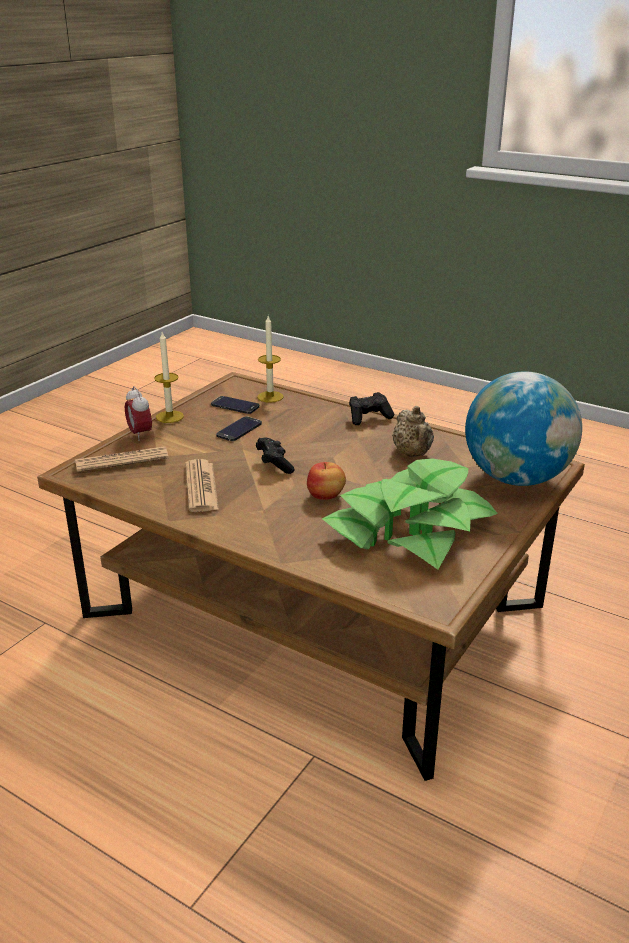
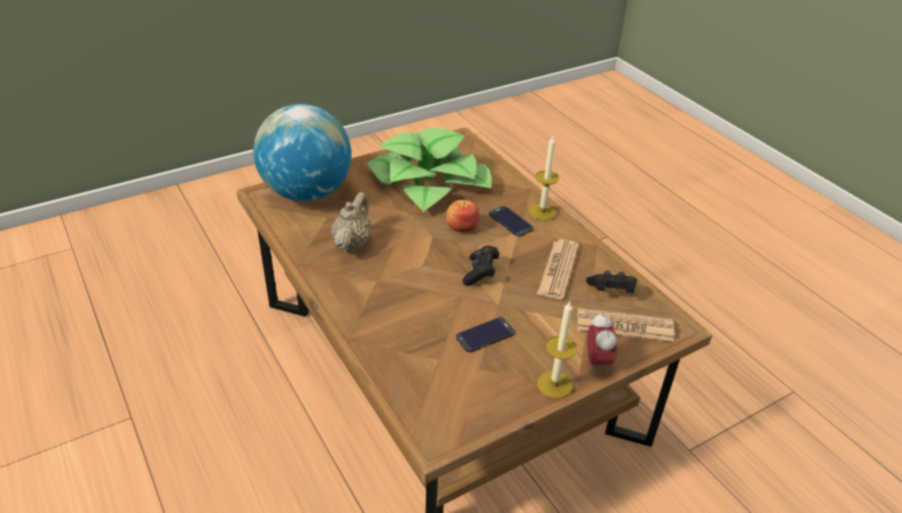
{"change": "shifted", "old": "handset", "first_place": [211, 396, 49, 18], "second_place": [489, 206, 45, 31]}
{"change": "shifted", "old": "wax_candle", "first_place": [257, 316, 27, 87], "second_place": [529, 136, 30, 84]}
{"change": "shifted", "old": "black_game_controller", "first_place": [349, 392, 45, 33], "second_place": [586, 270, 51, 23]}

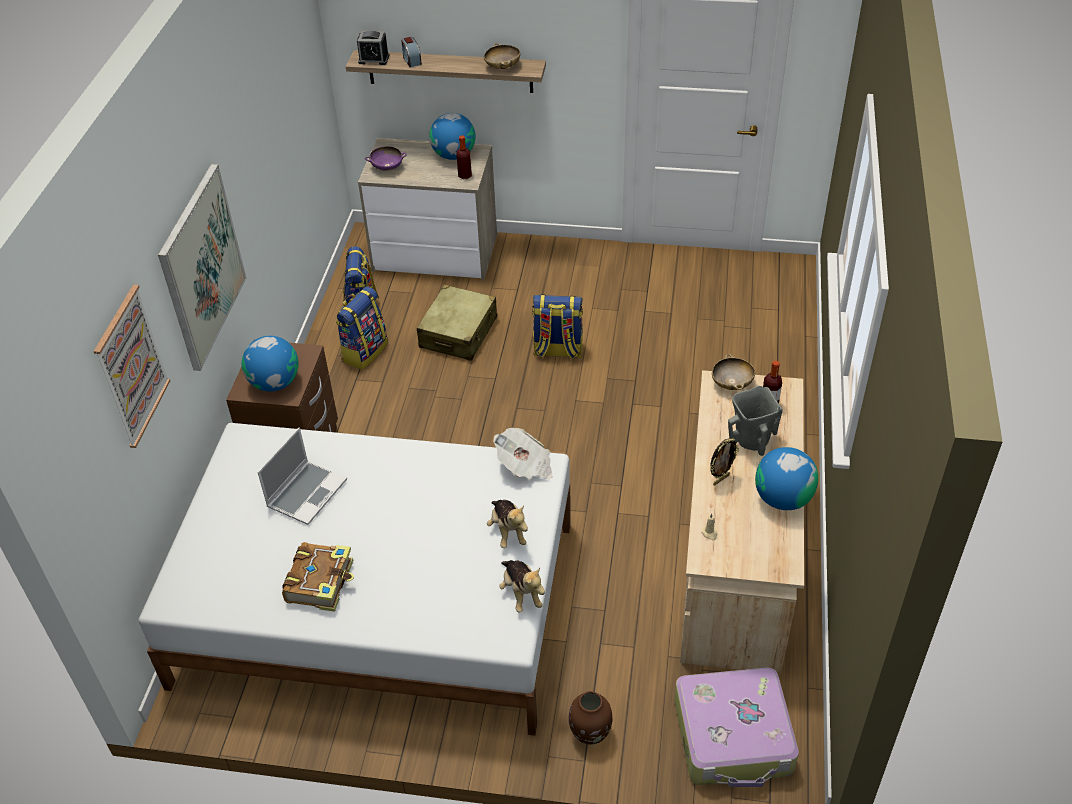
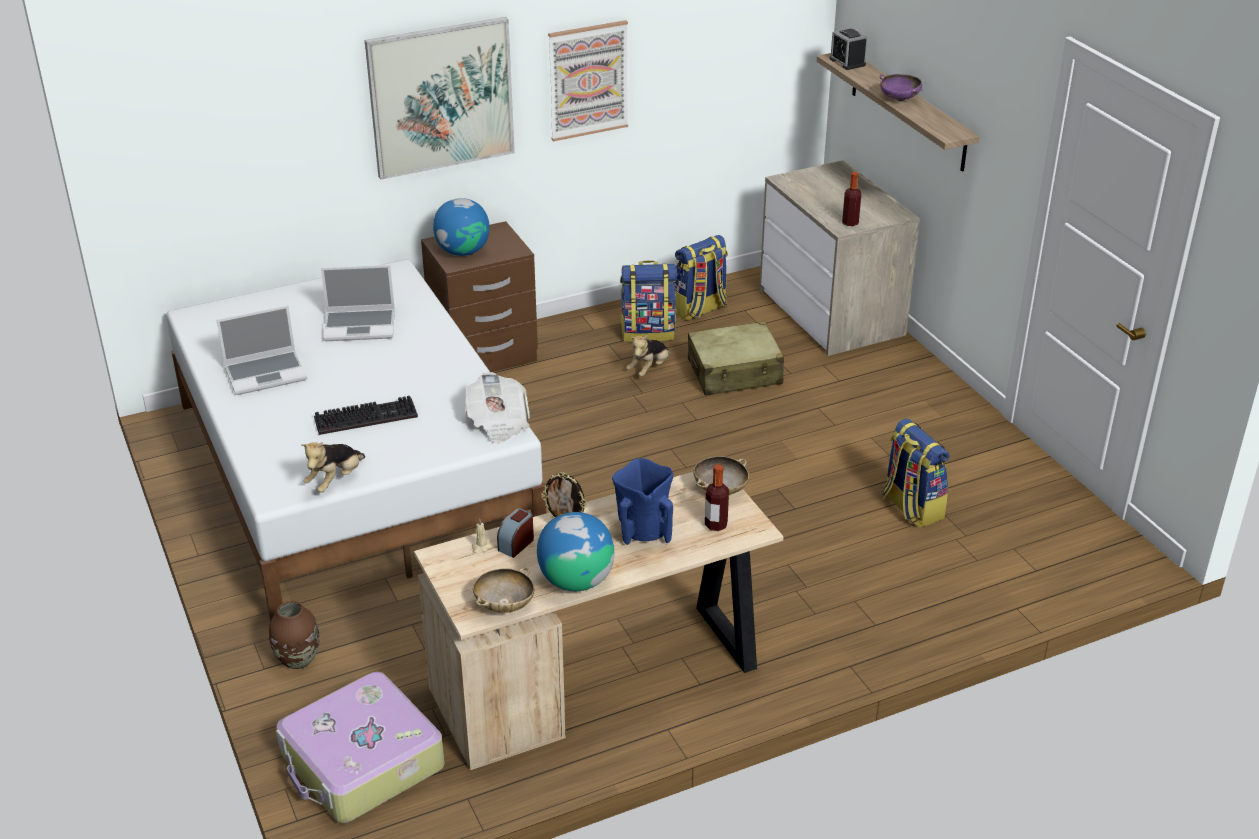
{"change": "gone", "old": "world_globe", "first_place": [429, 113, 46, 47]}
{"change": "new", "new": "computer_keyboard", "second_place": [314, 396, 104, 39]}
{"change": "shifted", "old": "picture", "first_place": [93, 284, 77, 164], "second_place": [548, 20, 80, 121]}
{"change": "shifted", "old": "purplish_bowl", "first_place": [365, 146, 42, 25], "second_place": [880, 74, 42, 27]}
{"change": "shifted", "old": "bedside_clock", "first_place": [401, 37, 21, 30], "second_place": [497, 509, 37, 49]}
{"change": "shifted", "old": "beige_bowl", "first_place": [484, 43, 36, 26], "second_place": [473, 567, 61, 45]}
{"change": "shifted", "old": "cuddly_toy", "first_place": [487, 500, 41, 48], "second_place": [626, 336, 44, 41]}
{"change": "shifted", "old": "rucksack", "first_place": [532, 294, 51, 65], "second_place": [882, 418, 68, 110]}
{"change": "swapped", "old": "volume", "new": "portable_computer", "first_place": [282, 542, 72, 70], "second_place": [217, 305, 90, 90]}
{"change": "repainted", "old": "gray_decorative_vase", "new": "blue-coloured_decorative_vase", "first_place": [728, 386, 55, 70], "second_place": [612, 458, 61, 87]}

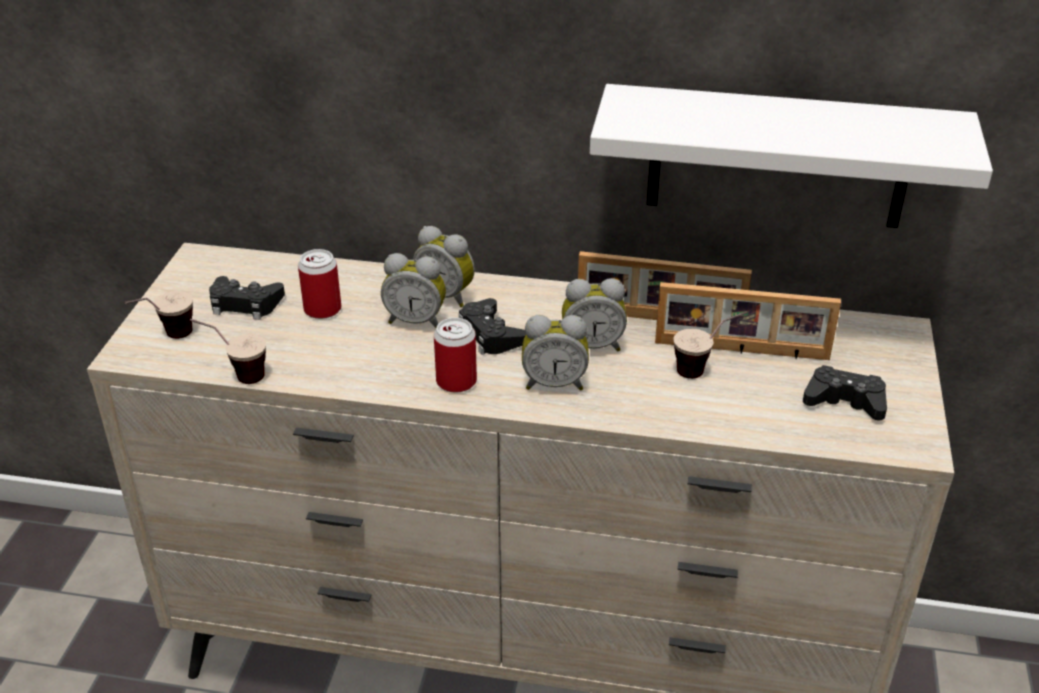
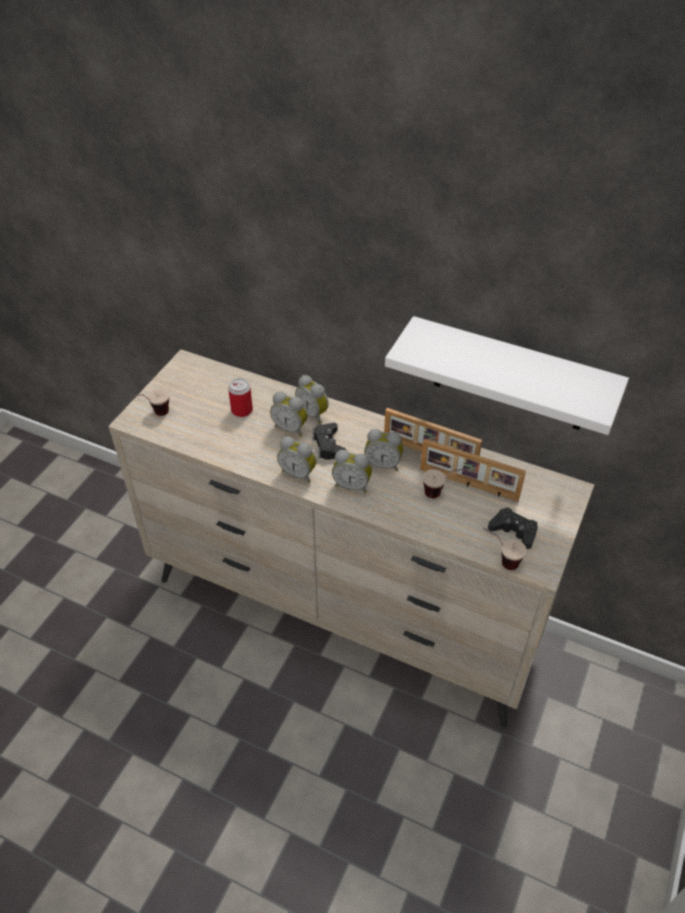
{"change": "gone", "old": "black_game_controller", "first_place": [209, 276, 76, 44]}
{"change": "shifted", "old": "small_cup", "first_place": [190, 319, 76, 65], "second_place": [483, 528, 44, 42]}
{"change": "swapped", "old": "metal_can", "new": "bedside_clock", "first_place": [434, 318, 43, 75], "second_place": [277, 436, 39, 47]}

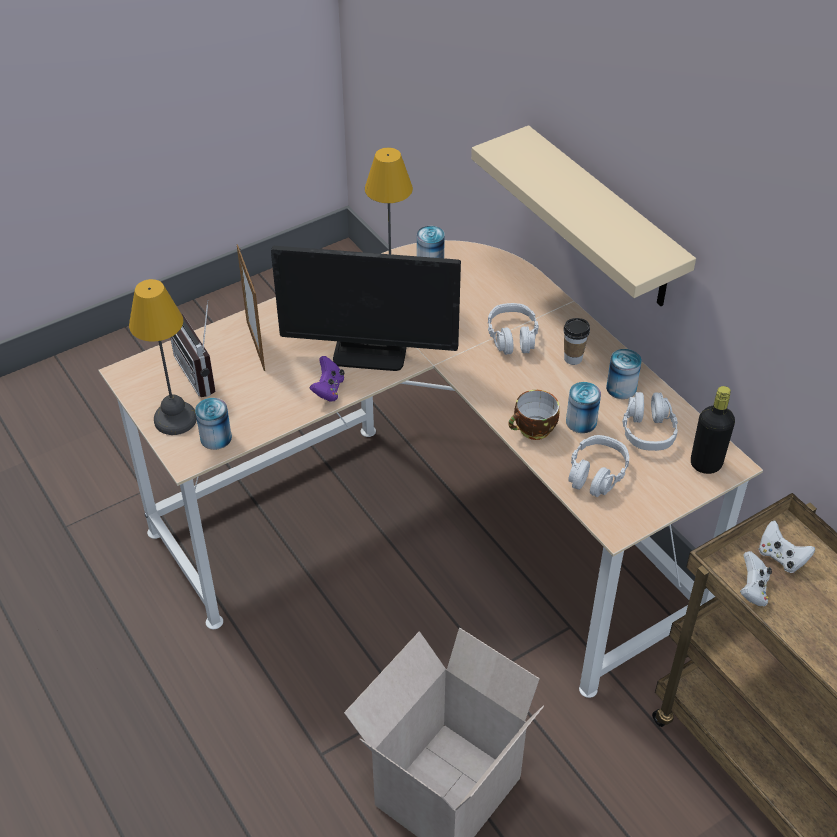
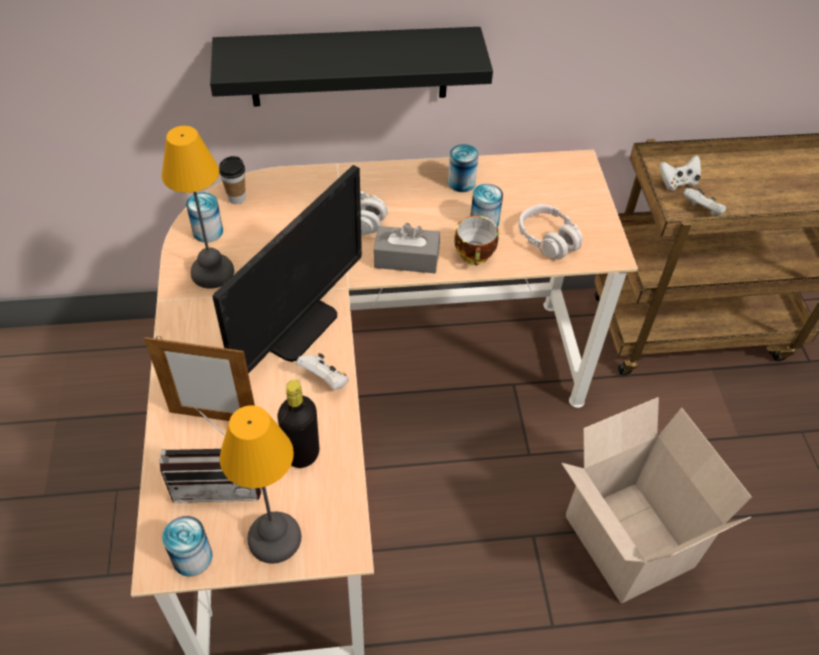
{"change": "gone", "old": "gray_headphones", "first_place": [622, 392, 56, 59]}
{"change": "new", "new": "gray_tissue_holder", "second_place": [373, 223, 67, 50]}
{"change": "shifted", "old": "metal_can", "first_place": [195, 398, 37, 52], "second_place": [162, 516, 50, 60]}
{"change": "shifted", "old": "small_cup", "first_place": [563, 318, 27, 47], "second_place": [219, 156, 27, 48]}
{"change": "shifted", "old": "black_beverage_bottle", "first_place": [691, 386, 44, 88], "second_place": [278, 380, 41, 88]}
{"change": "repainted", "old": "purplish_game_controller", "new": "whitish_game_controller", "first_place": [310, 356, 35, 46], "second_place": [296, 353, 53, 37]}
{"change": "repainted", "old": "beige_bracket_shelf", "new": "black_bracket_shelf", "first_place": [471, 125, 225, 181], "second_place": [210, 27, 283, 80]}

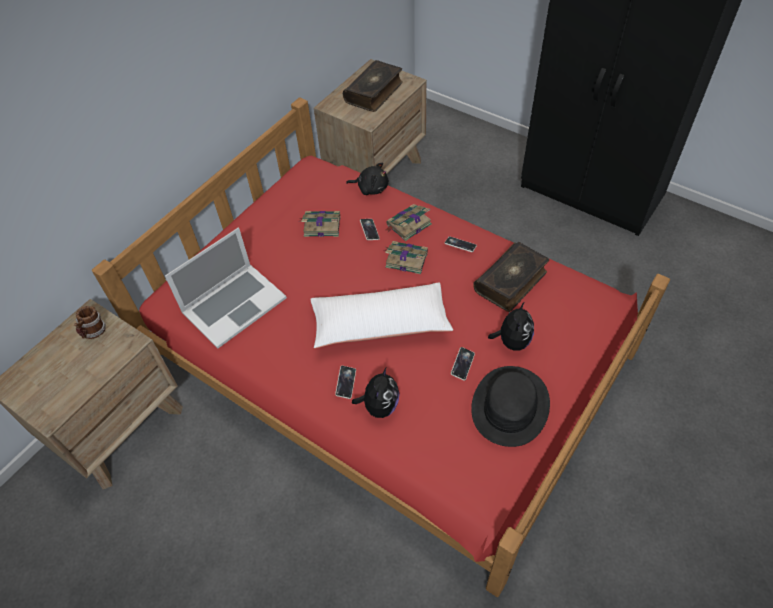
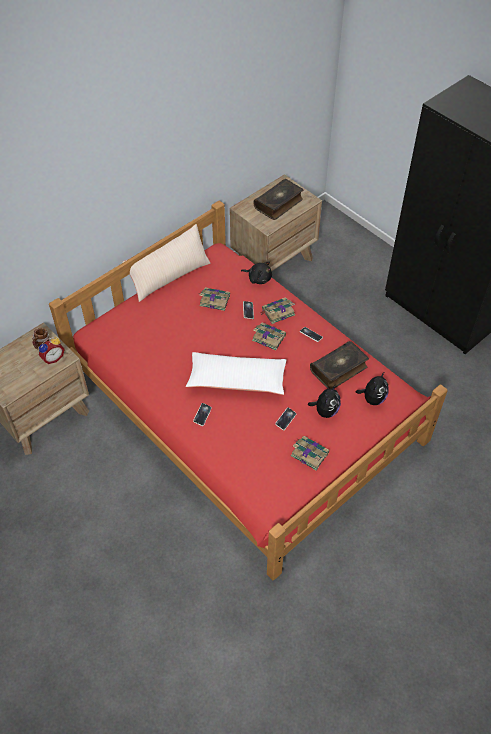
{"change": "gone", "old": "portable_computer", "first_place": [165, 227, 122, 121]}
{"change": "new", "new": "bedside_clock", "second_place": [39, 337, 26, 27]}
{"change": "new", "new": "beige_throw_pillow", "second_place": [123, 224, 87, 78]}
{"change": "shifted", "old": "cuddly_toy", "first_place": [352, 368, 48, 50], "second_place": [356, 373, 33, 32]}
{"change": "swapped", "old": "black_hat", "new": "volume", "first_place": [471, 366, 79, 81], "second_place": [291, 436, 38, 34]}

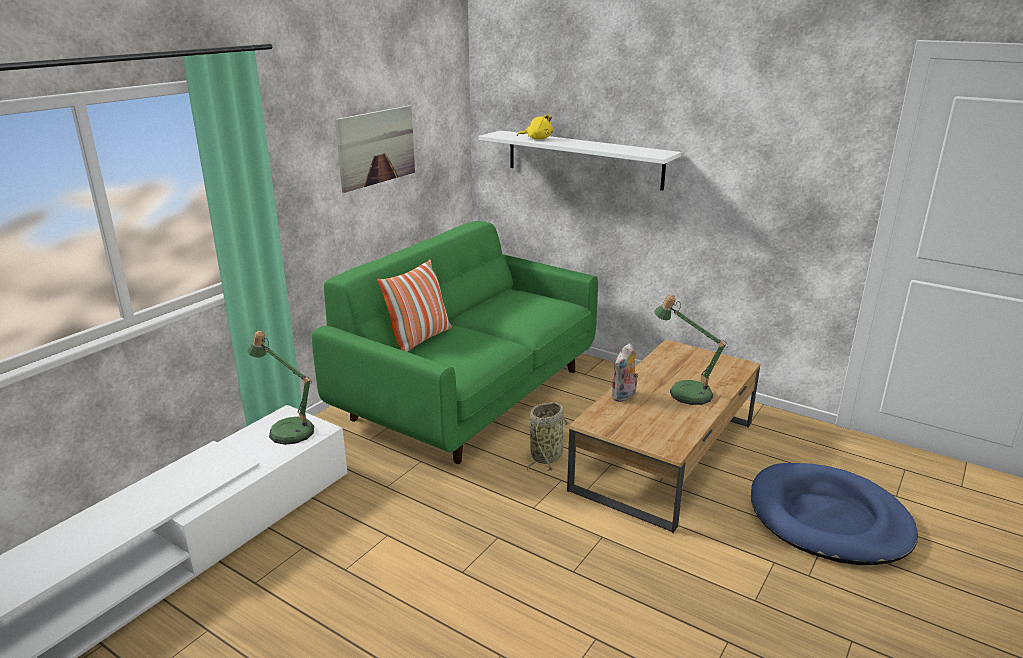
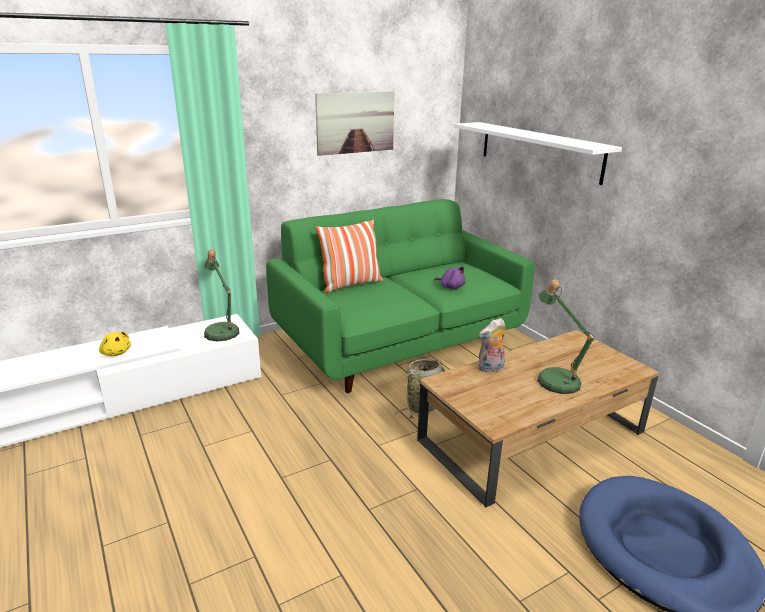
{"change": "new", "new": "purplish_cuddly_toy", "second_place": [434, 267, 31, 22]}
{"change": "shifted", "old": "yellow_cuddly_toy", "first_place": [517, 115, 36, 25], "second_place": [99, 331, 32, 25]}

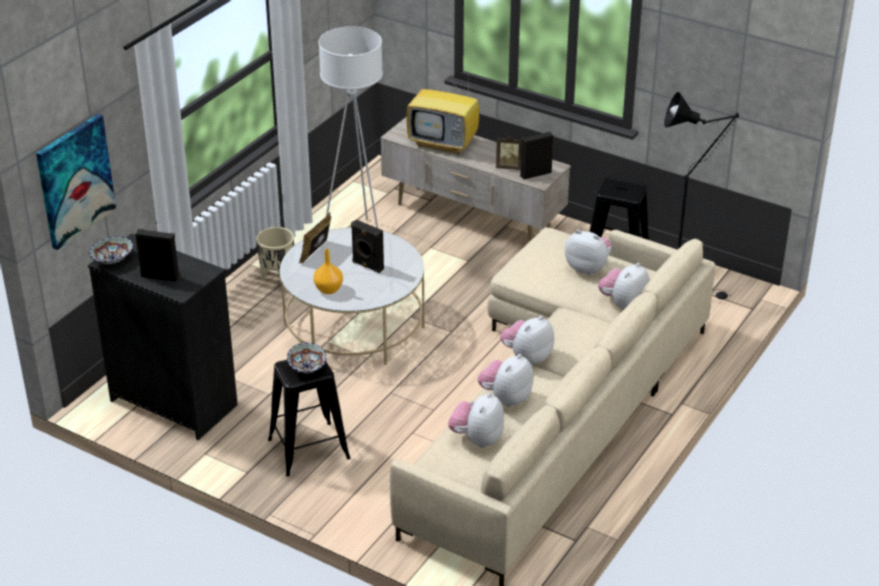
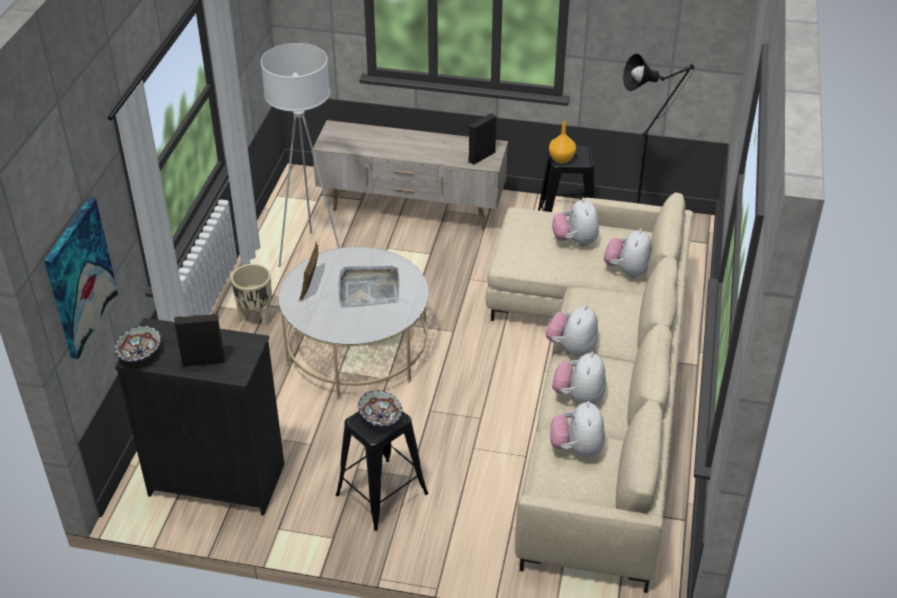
{"change": "gone", "old": "TV", "first_place": [407, 70, 72, 84]}
{"change": "gone", "old": "photo_frame", "first_place": [496, 136, 26, 34]}
{"change": "shifted", "old": "orange-coloured_decorative_vase", "first_place": [313, 249, 30, 45], "second_place": [549, 121, 27, 42]}
{"change": "swapped", "old": "black_speaker", "new": "gray_serving_tray", "first_place": [351, 220, 33, 53], "second_place": [338, 266, 61, 39]}
{"change": "rotated", "old": "cuddly_toy", "first_place": [565, 230, 46, 45], "second_place": [552, 198, 47, 49], "degrees": -105}

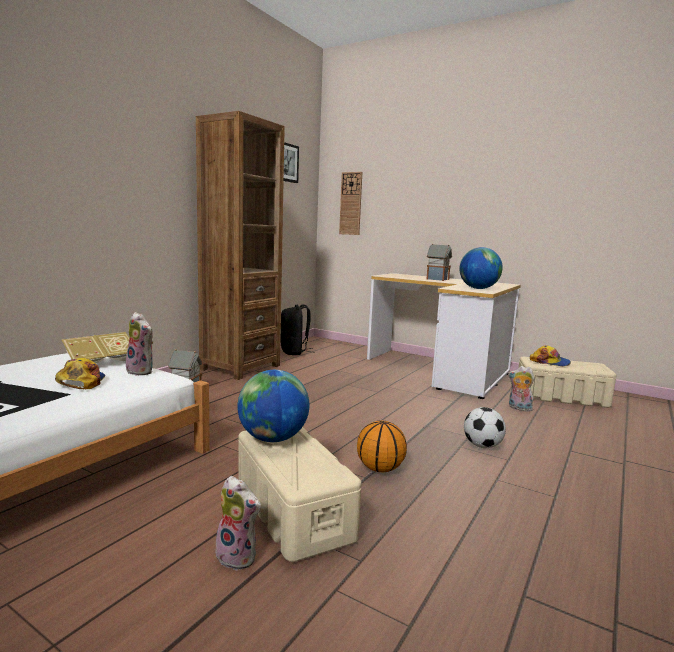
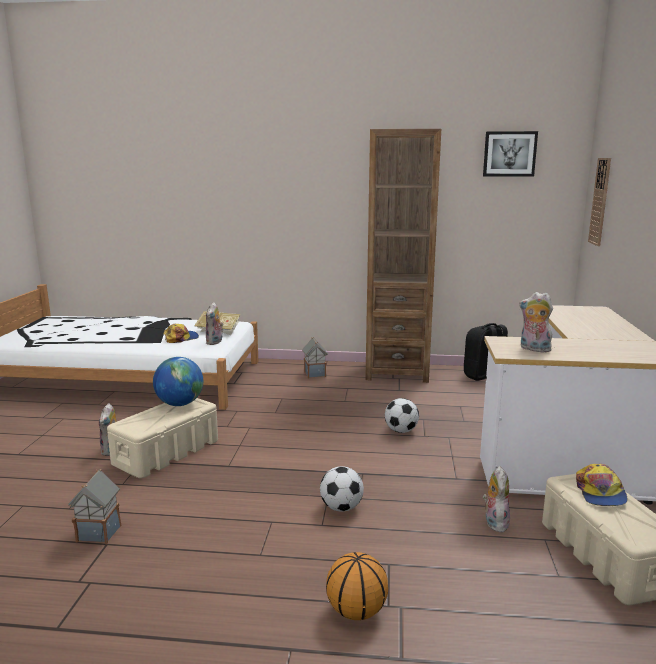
{"change": "new", "new": "football_ball", "second_place": [385, 398, 34, 35]}
{"change": "shifted", "old": "basketball_ball", "first_place": [357, 420, 50, 52], "second_place": [326, 552, 62, 68]}
{"change": "shifted", "old": "toy_house", "first_place": [426, 244, 26, 37], "second_place": [68, 469, 53, 75]}
{"change": "swapped", "old": "world_globe", "new": "cuddly_toy", "first_place": [459, 247, 44, 42], "second_place": [519, 292, 35, 60]}

